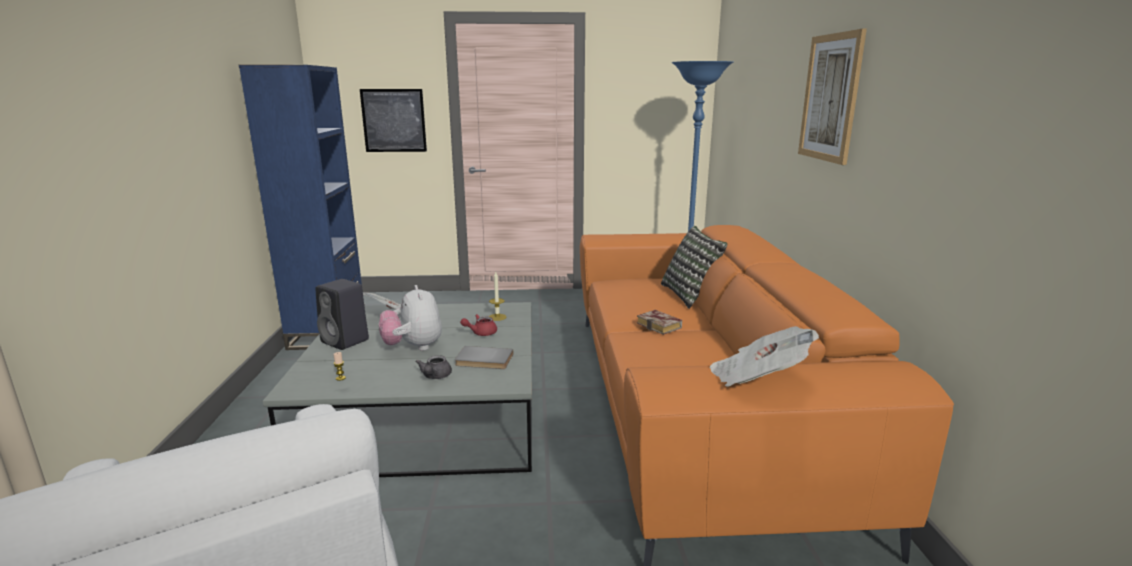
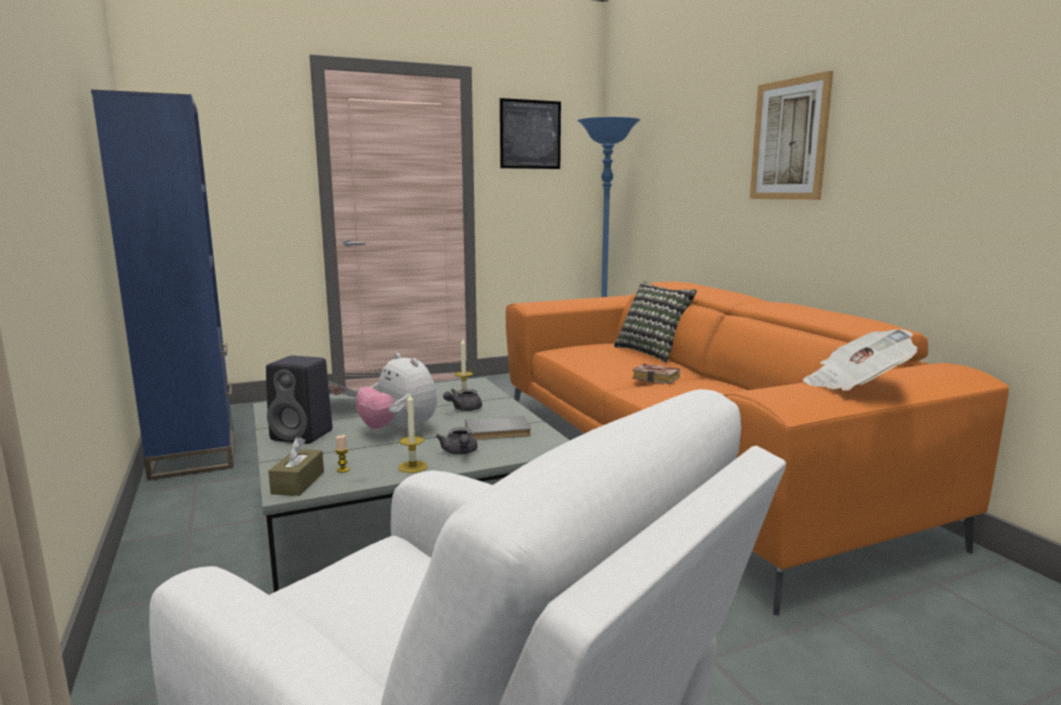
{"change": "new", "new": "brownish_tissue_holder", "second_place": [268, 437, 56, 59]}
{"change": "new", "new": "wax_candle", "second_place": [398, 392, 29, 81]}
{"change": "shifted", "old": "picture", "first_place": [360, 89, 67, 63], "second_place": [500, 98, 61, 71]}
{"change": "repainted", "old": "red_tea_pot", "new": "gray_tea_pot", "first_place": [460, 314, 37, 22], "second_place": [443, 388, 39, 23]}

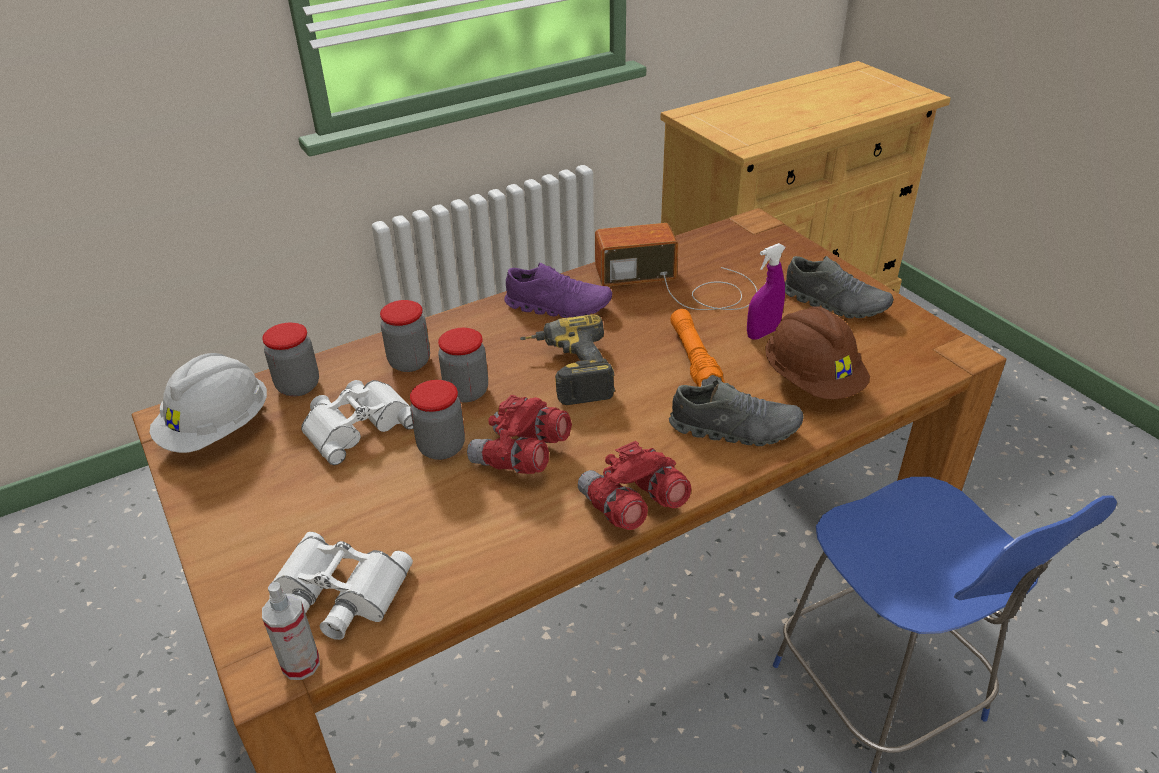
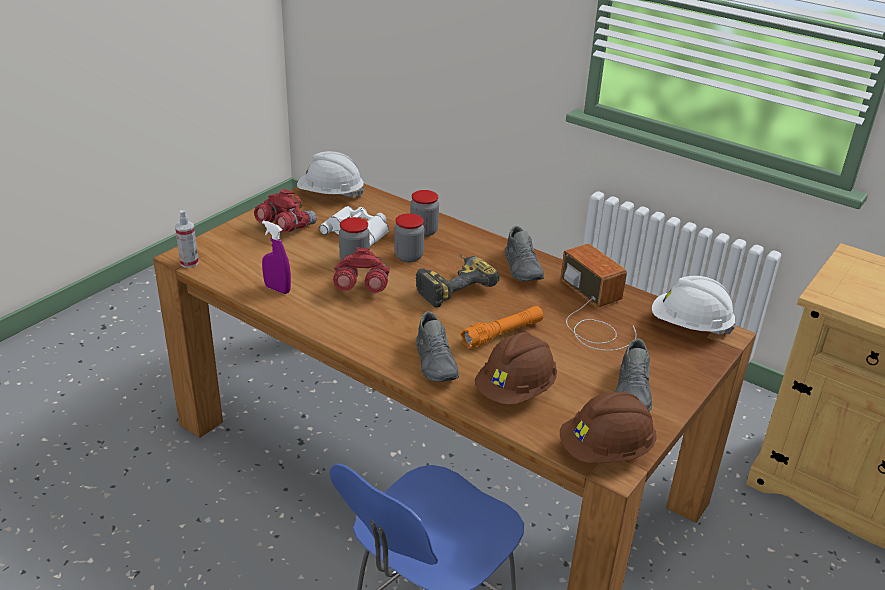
{"change": "gone", "old": "storage_jar", "first_place": [262, 323, 57, 74]}
{"change": "gone", "old": "whitish_field_glasses", "first_place": [272, 532, 141, 108]}
{"change": "new", "new": "brownish_safety_helmet", "second_place": [560, 392, 97, 71]}
{"change": "new", "new": "whitish_safety_helmet", "second_place": [652, 276, 84, 59]}
{"change": "shifted", "old": "red_field_glasses", "first_place": [578, 441, 113, 89], "second_place": [254, 189, 63, 43]}
{"change": "shifted", "old": "purplish_hand_sprayer", "first_place": [747, 243, 39, 97], "second_place": [262, 220, 29, 74]}
{"change": "repainted", "old": "purplish_low_shoe", "new": "gray_low_shoe", "first_place": [504, 263, 108, 55], "second_place": [505, 226, 39, 55]}

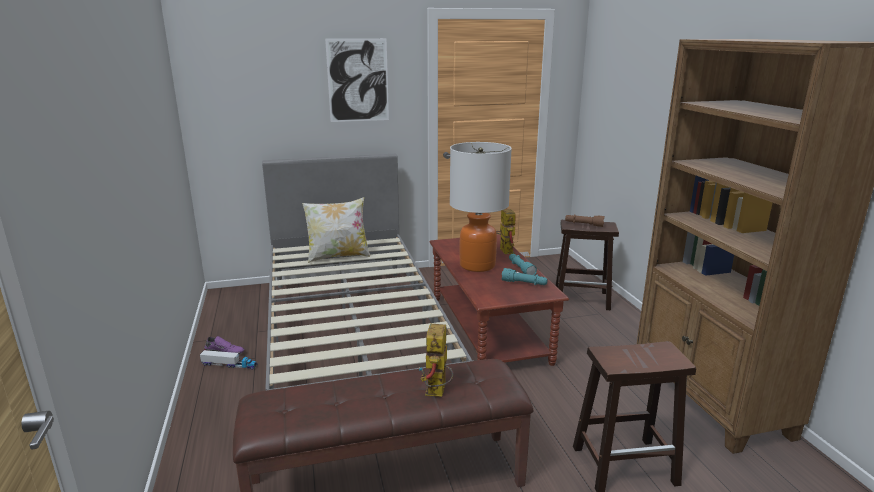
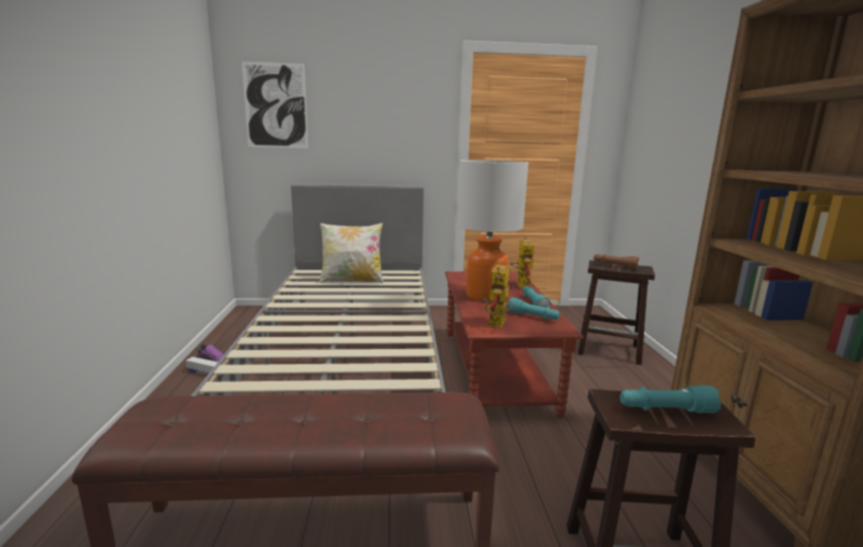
{"change": "new", "new": "blue-green_torch", "second_place": [620, 386, 101, 27]}
{"change": "shifted", "old": "picture", "first_place": [325, 38, 64, 84], "second_place": [242, 62, 66, 86]}
{"change": "shifted", "old": "robot_figure", "first_place": [419, 324, 34, 73], "second_place": [483, 265, 30, 62]}

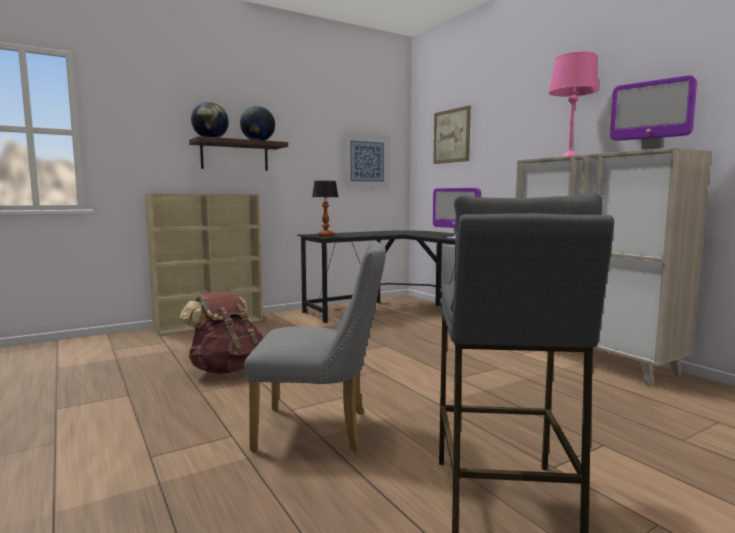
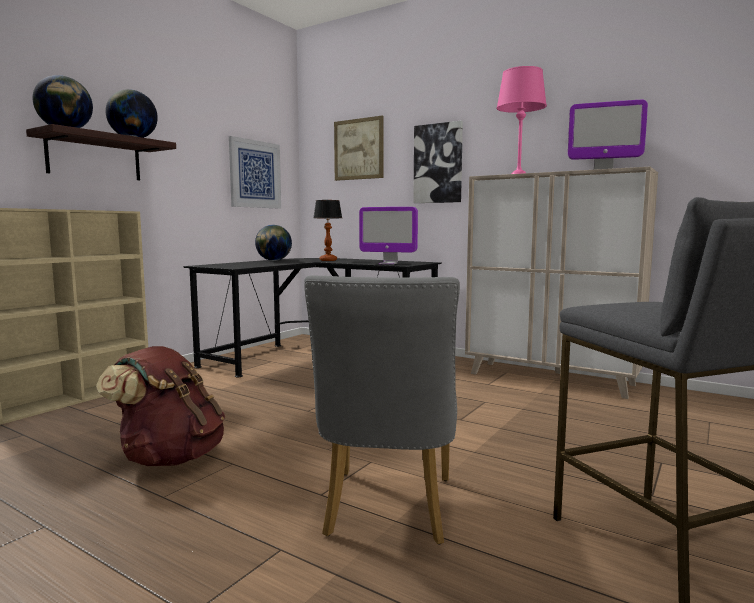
{"change": "new", "new": "world_globe", "second_place": [255, 225, 37, 36]}
{"change": "new", "new": "picture", "second_place": [413, 121, 50, 82]}
{"change": "shifted", "old": "table_lamp", "first_place": [312, 181, 26, 56], "second_place": [314, 200, 28, 61]}
{"change": "rotated", "old": "gray_chair", "first_place": [244, 241, 142, 211], "second_place": [304, 275, 156, 270], "degrees": 120}

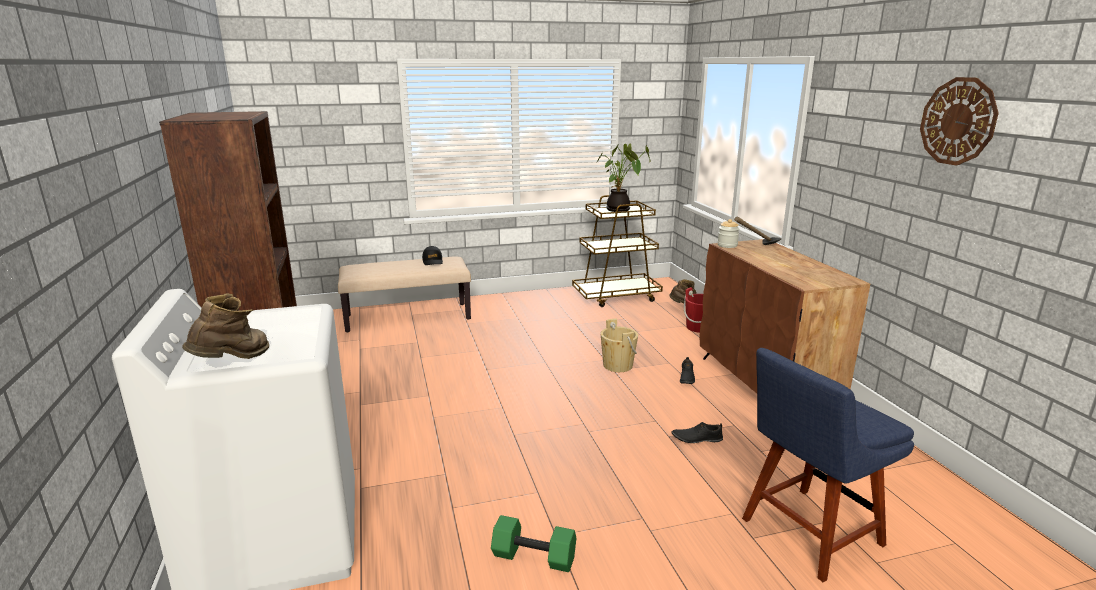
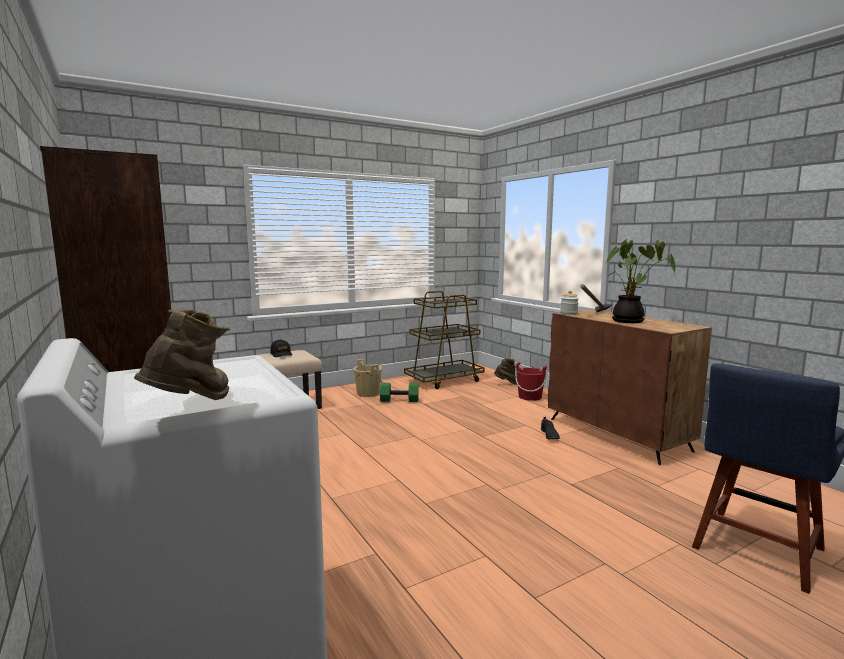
{"change": "gone", "old": "black_low_shoe", "first_place": [672, 422, 51, 21]}
{"change": "gone", "old": "clock_on_the_wall", "first_place": [920, 77, 79, 89]}
{"change": "shifted", "old": "green_dumbbell", "first_place": [491, 515, 85, 57], "second_place": [380, 383, 39, 19]}
{"change": "shifted", "old": "houseplant", "first_place": [596, 144, 55, 68], "second_place": [606, 239, 70, 84]}
{"change": "shifted", "old": "beige_water_bucket", "first_place": [601, 318, 37, 54], "second_place": [354, 359, 28, 38]}

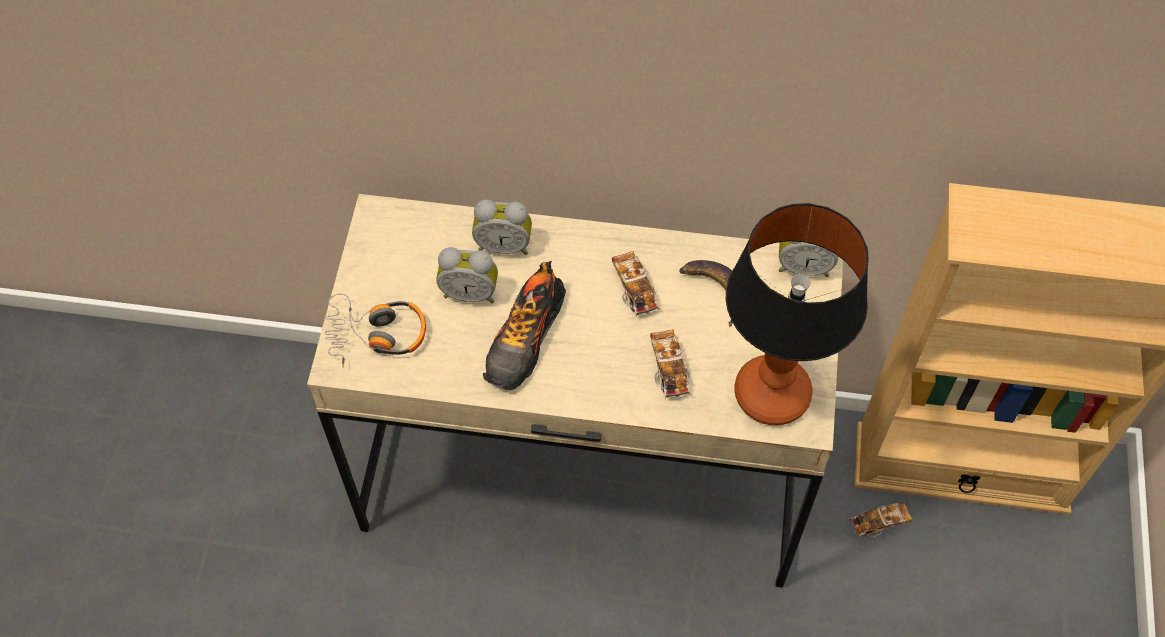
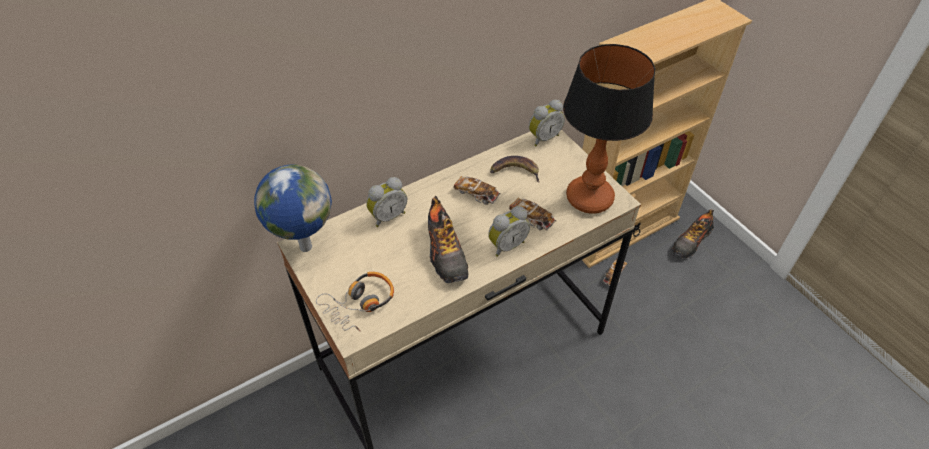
{"change": "new", "new": "world_globe", "second_place": [254, 165, 78, 87]}
{"change": "new", "new": "low_shoe", "second_place": [671, 209, 43, 50]}
{"change": "shifted", "old": "bedside_clock", "first_place": [436, 247, 62, 56], "second_place": [488, 206, 42, 51]}

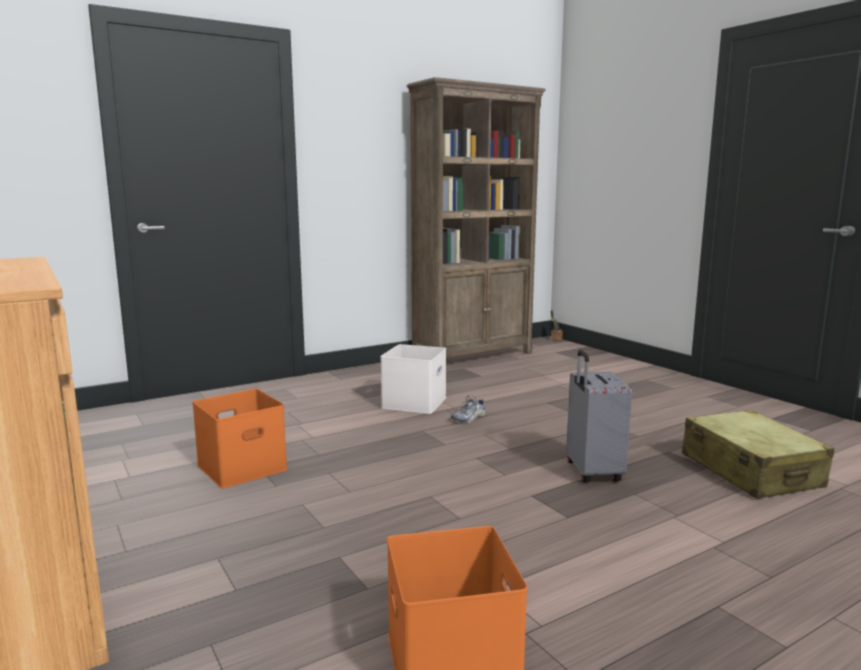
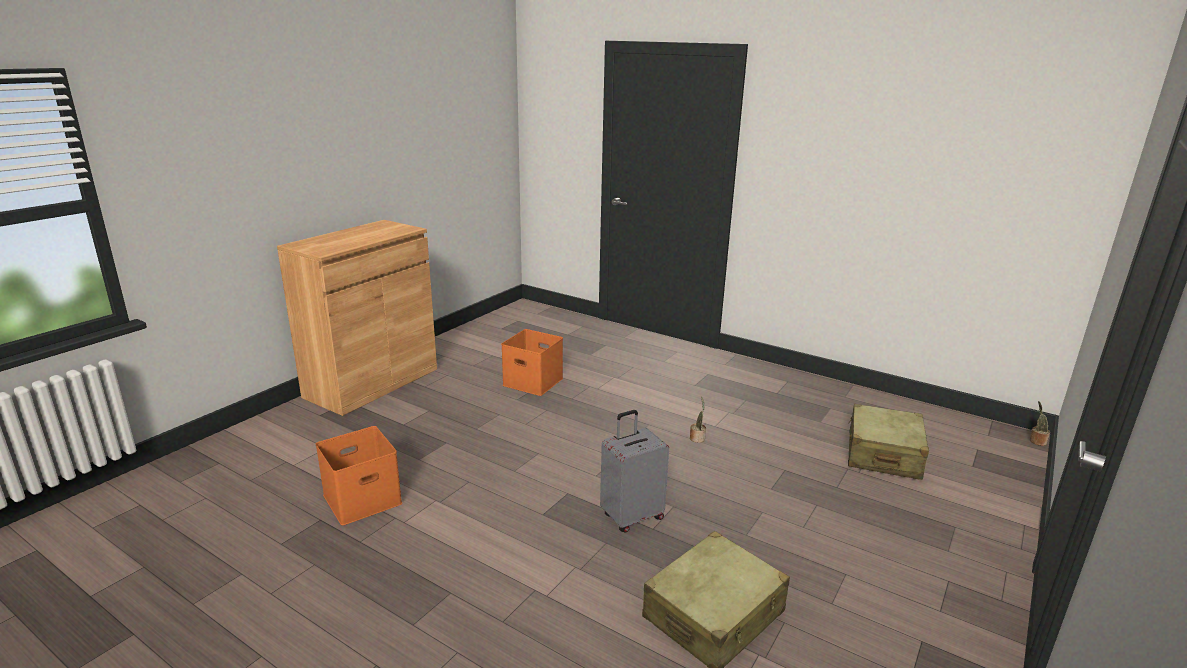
{"change": "gone", "old": "whitish_storage_bin", "first_place": [380, 344, 66, 70]}
{"change": "gone", "old": "brownish_bookshelf", "first_place": [407, 77, 139, 281]}
{"change": "new", "new": "beige_piece_of_luggage", "second_place": [848, 404, 81, 76]}
{"change": "swapped", "old": "low_shoe", "new": "houseplant", "first_place": [451, 395, 35, 28], "second_place": [690, 397, 16, 46]}

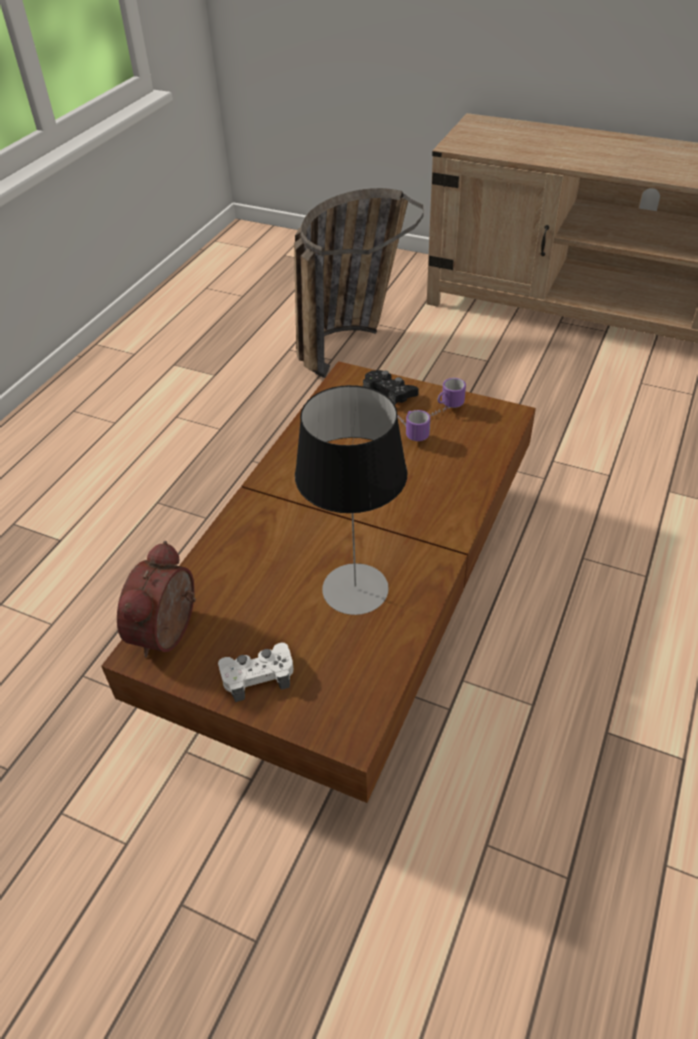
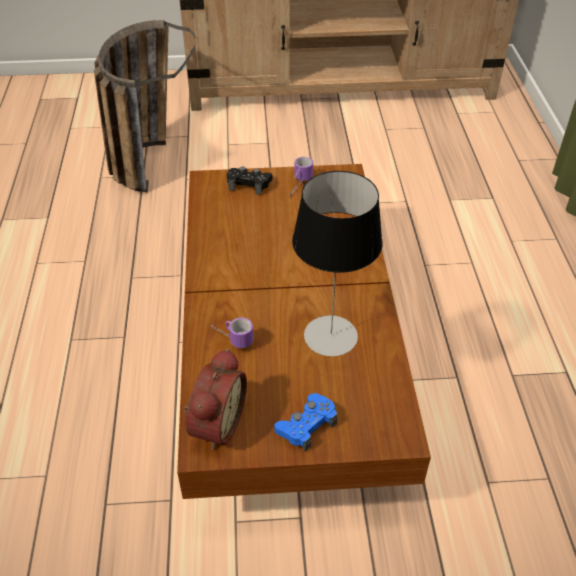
{"change": "shifted", "old": "mug", "first_place": [398, 410, 32, 31], "second_place": [211, 317, 42, 31]}
{"change": "repainted", "old": "whitish_game_controller", "new": "blue-coloured_game_controller", "first_place": [218, 643, 75, 59], "second_place": [274, 393, 63, 58]}
{"change": "rotated", "old": "bedside_clock", "first_place": [117, 541, 79, 116], "second_place": [184, 348, 63, 102], "degrees": -150}

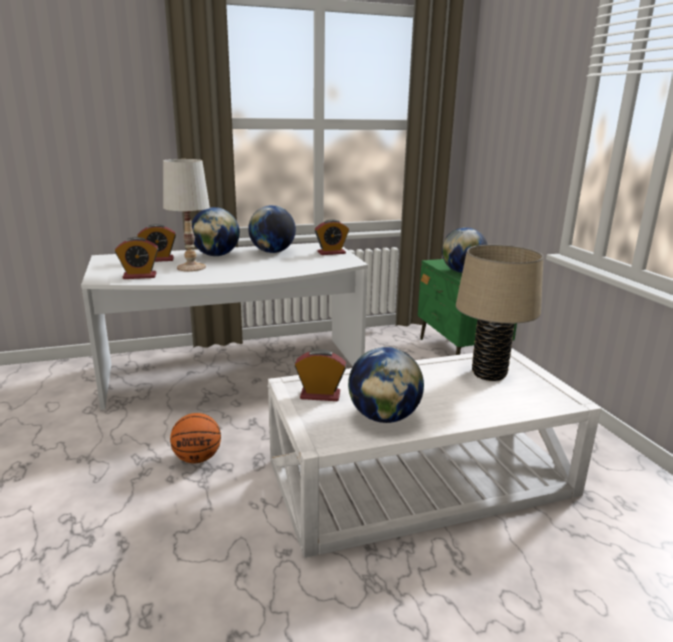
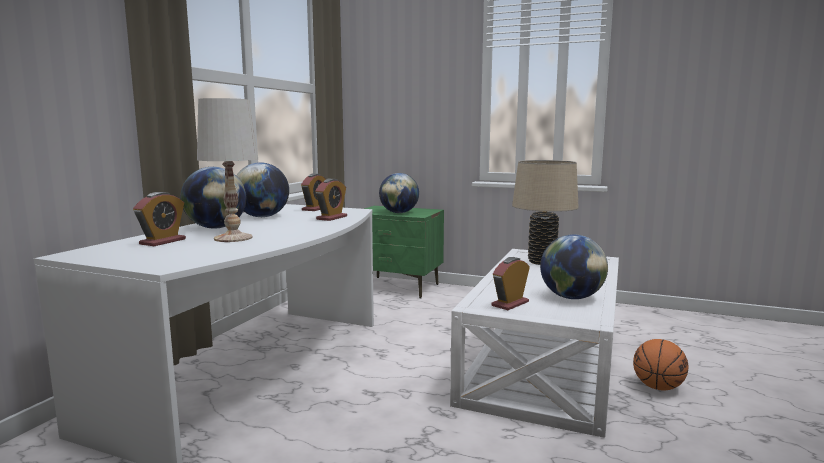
{"change": "shifted", "old": "bedside_clock", "first_place": [115, 237, 43, 42], "second_place": [315, 179, 32, 42]}
{"change": "shifted", "old": "basketball_ball", "first_place": [170, 413, 51, 50], "second_place": [633, 339, 55, 51]}

